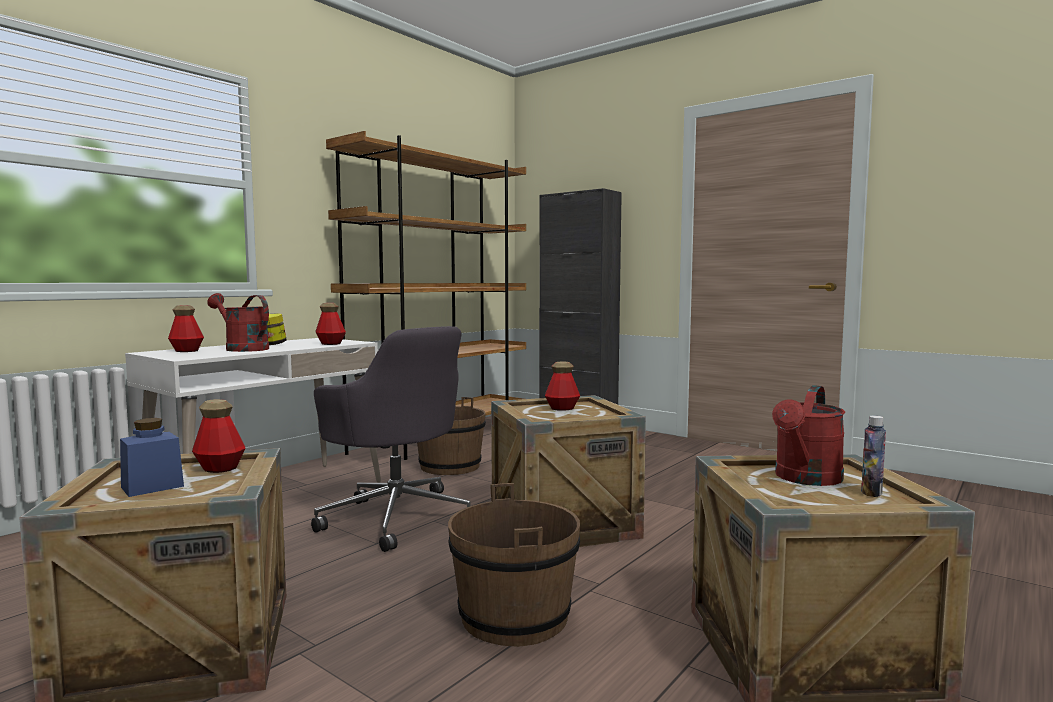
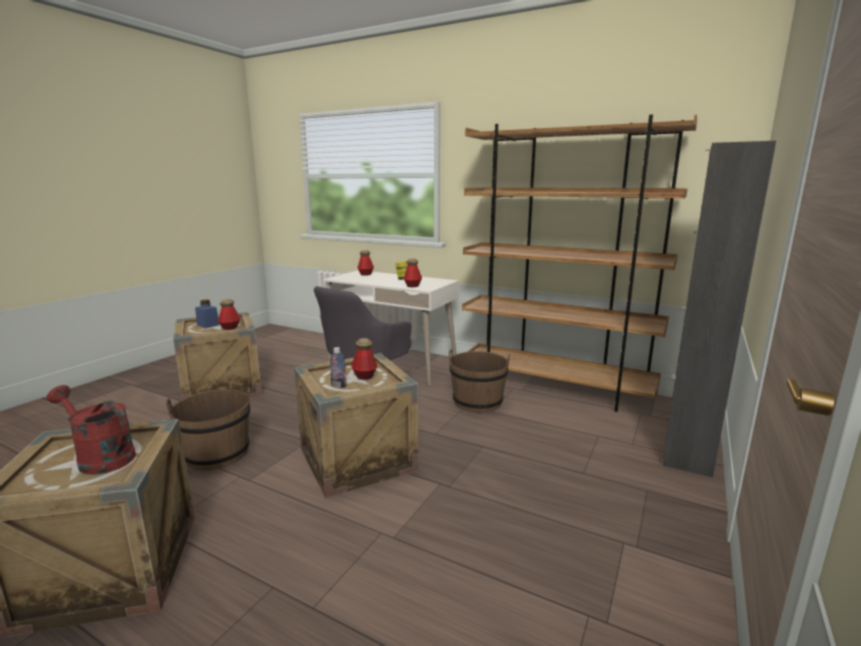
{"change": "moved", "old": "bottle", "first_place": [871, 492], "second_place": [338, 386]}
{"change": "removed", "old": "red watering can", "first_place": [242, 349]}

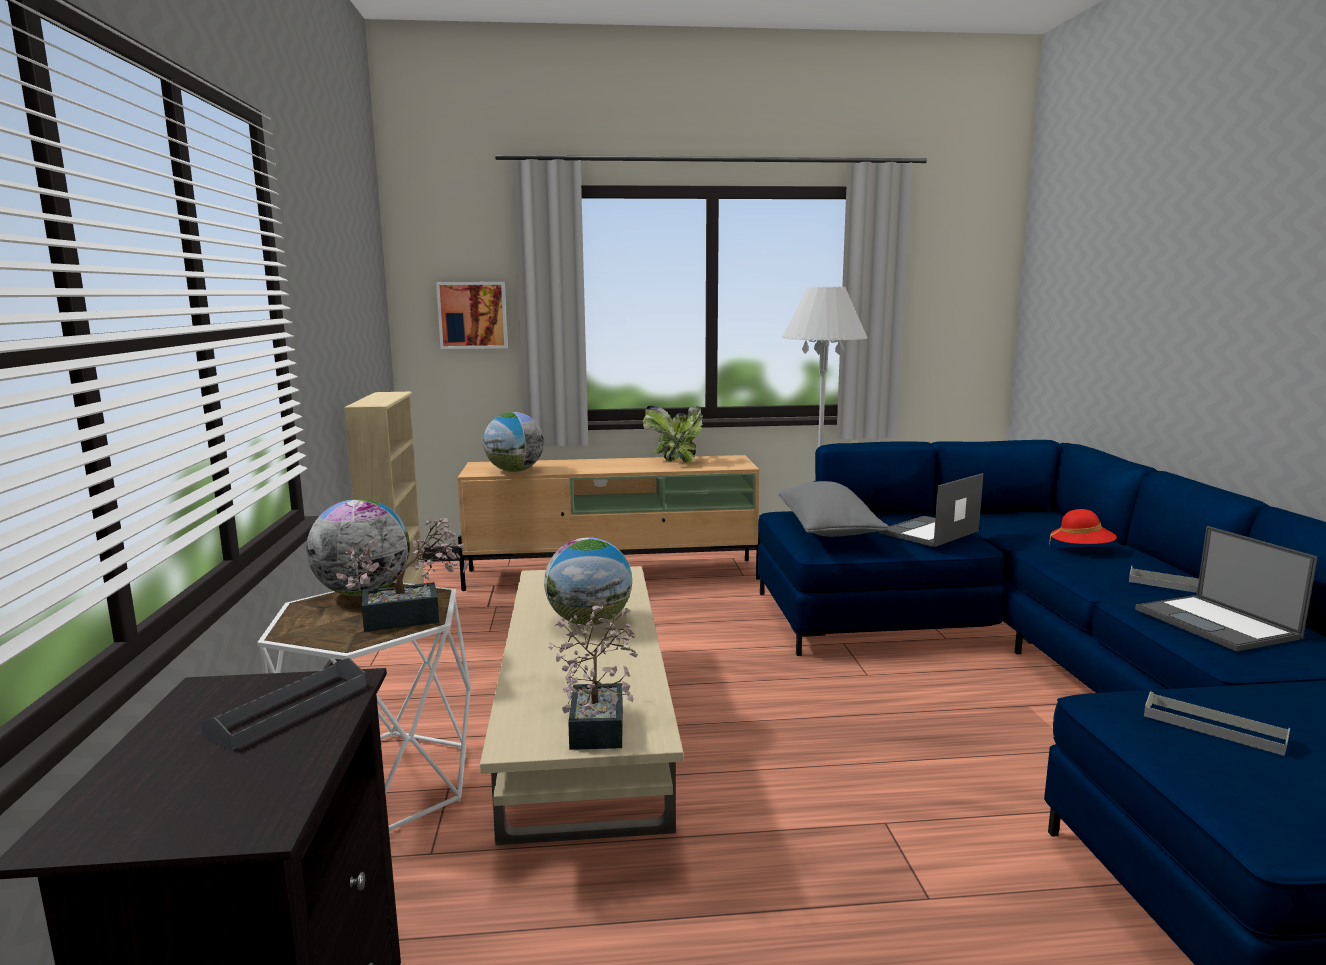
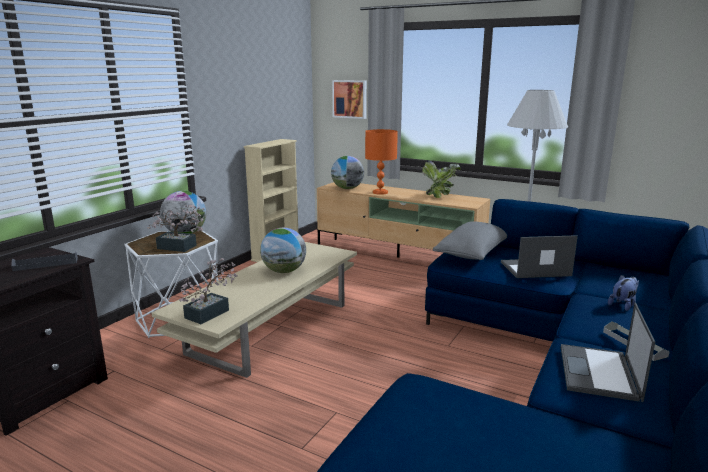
{"change": "added", "new": "orange table lamp", "second_place": [380, 192]}
{"change": "replaced", "old": "red hat", "new": "plush toy", "first_place": [1081, 550], "second_place": [623, 305]}
{"change": "removed", "old": "grey tray", "first_place": [1213, 727]}

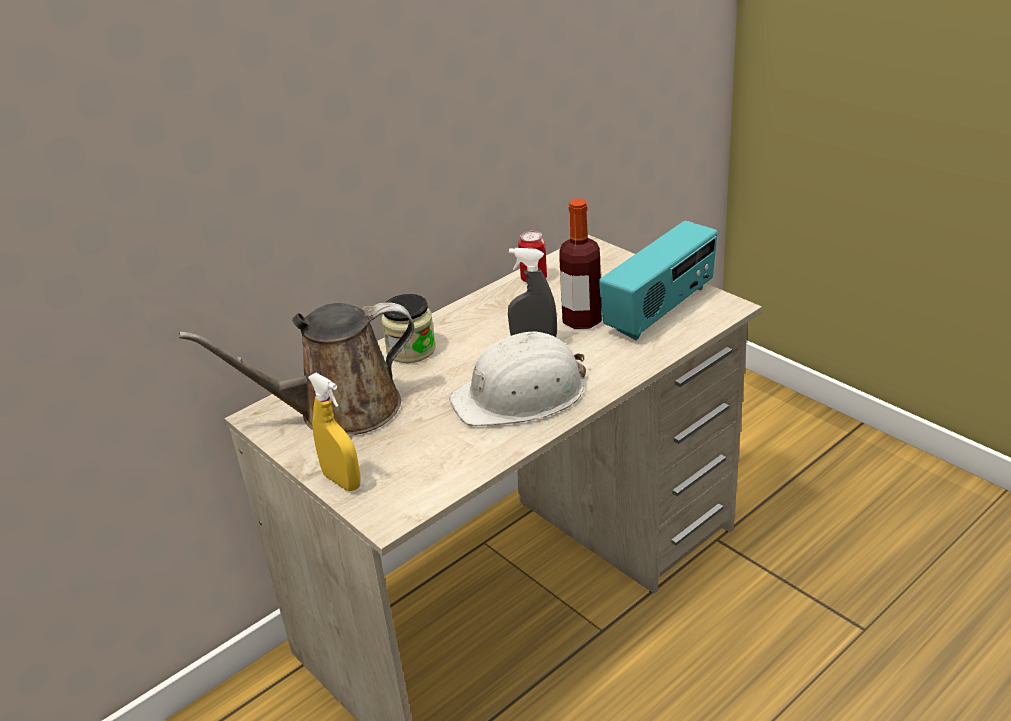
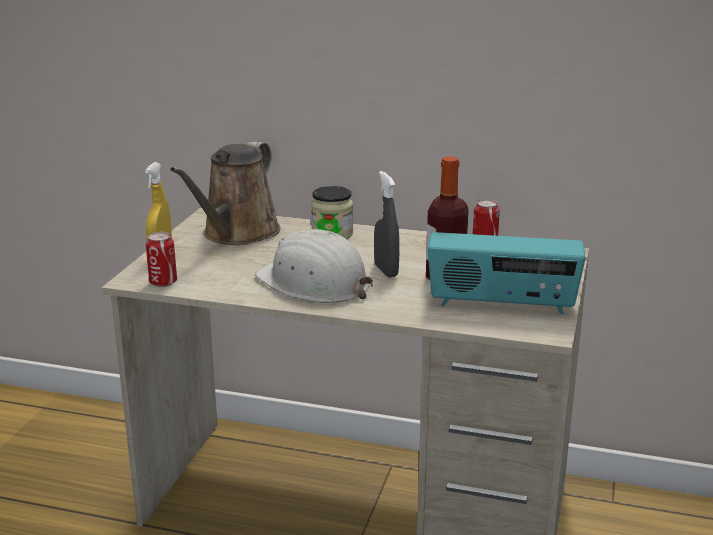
{"change": "added", "new": "can", "second_place": [163, 282]}
{"change": "turned", "old": "brown watering can", "first_place": [339, 410], "second_place": [237, 234], "degrees": -105}

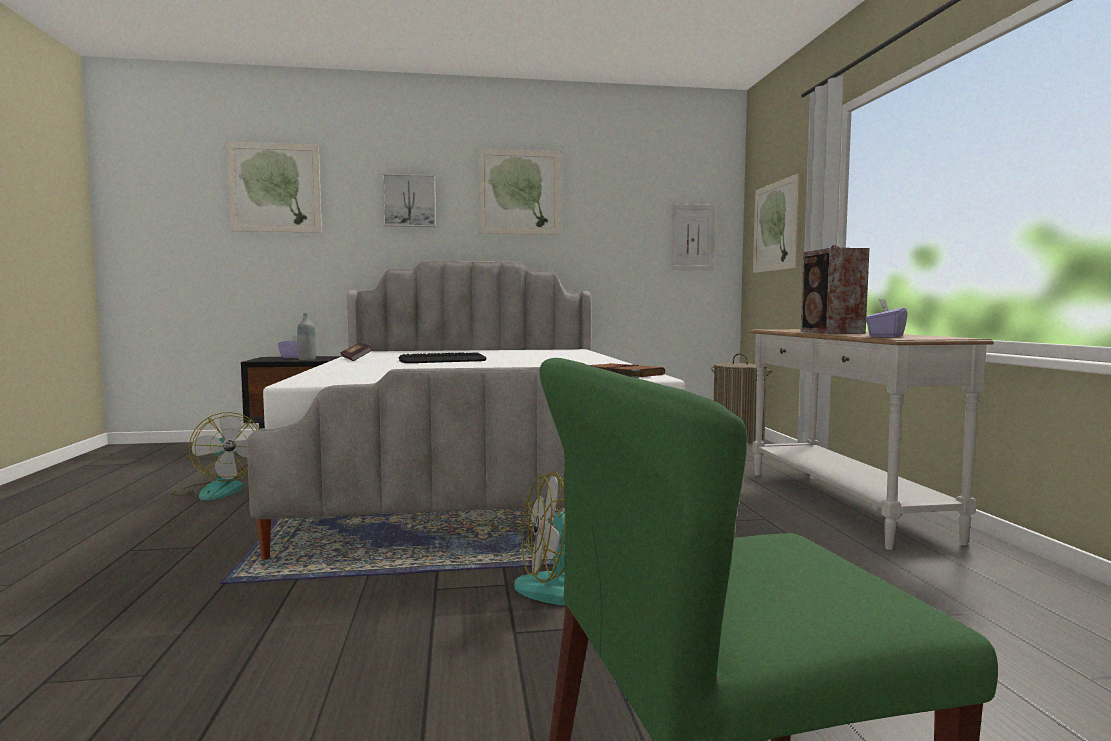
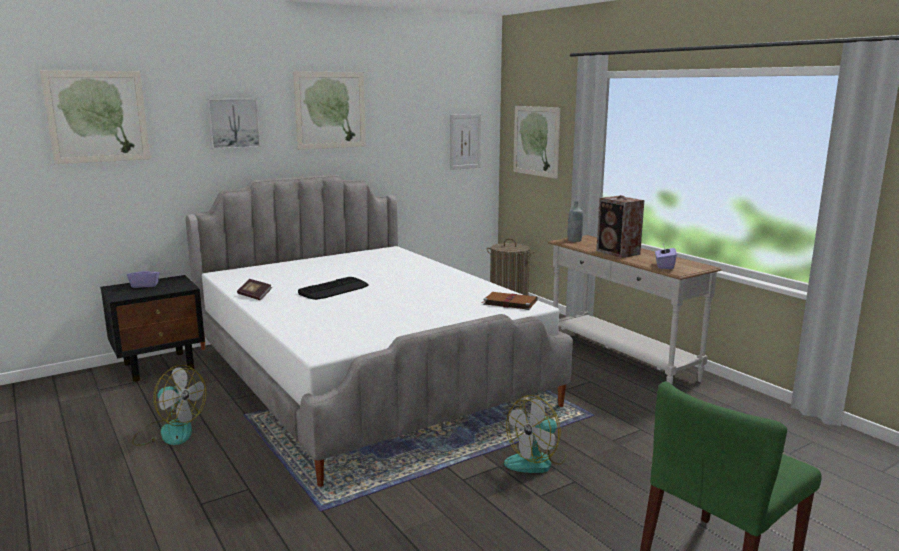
{"change": "moved", "old": "grey bottle", "first_place": [307, 359], "second_place": [574, 240]}

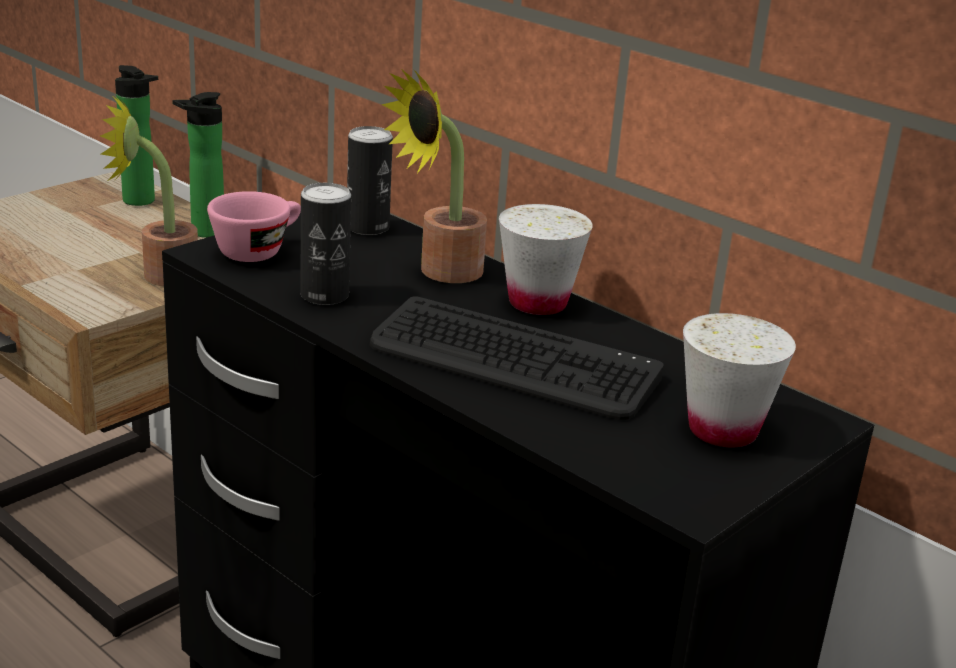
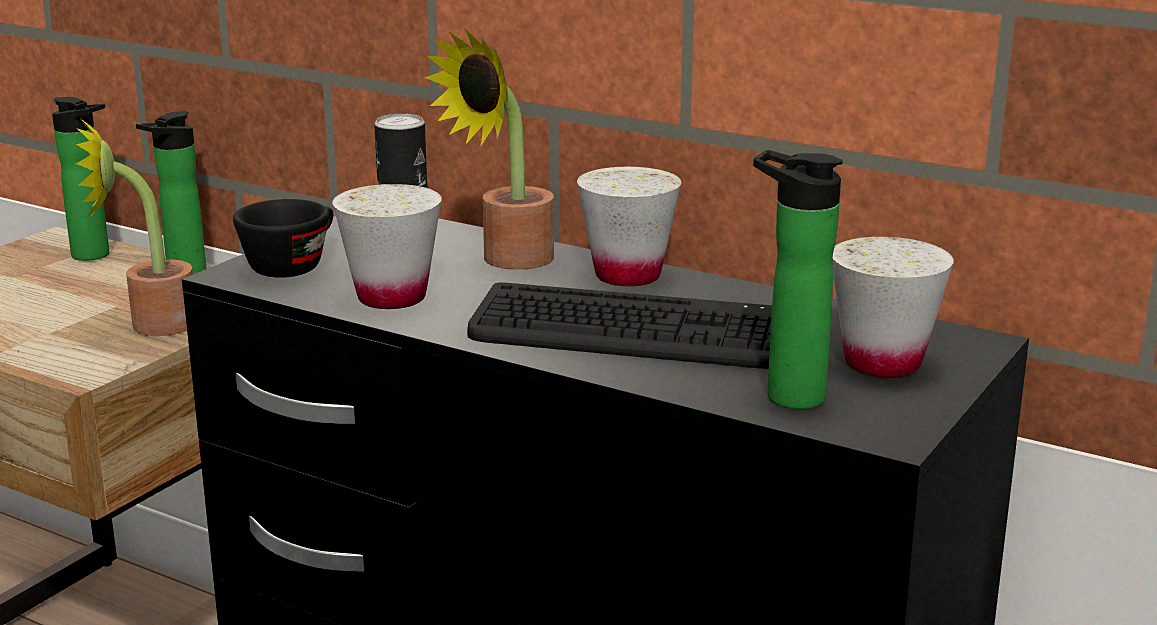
{"change": "recoloured", "old": "pink cup", "new": "black cup", "first_place": [258, 250], "second_place": [293, 265]}
{"change": "replaced", "old": "can", "new": "white cup", "first_place": [324, 295], "second_place": [392, 298]}
{"change": "added", "new": "bottle", "second_place": [786, 396]}

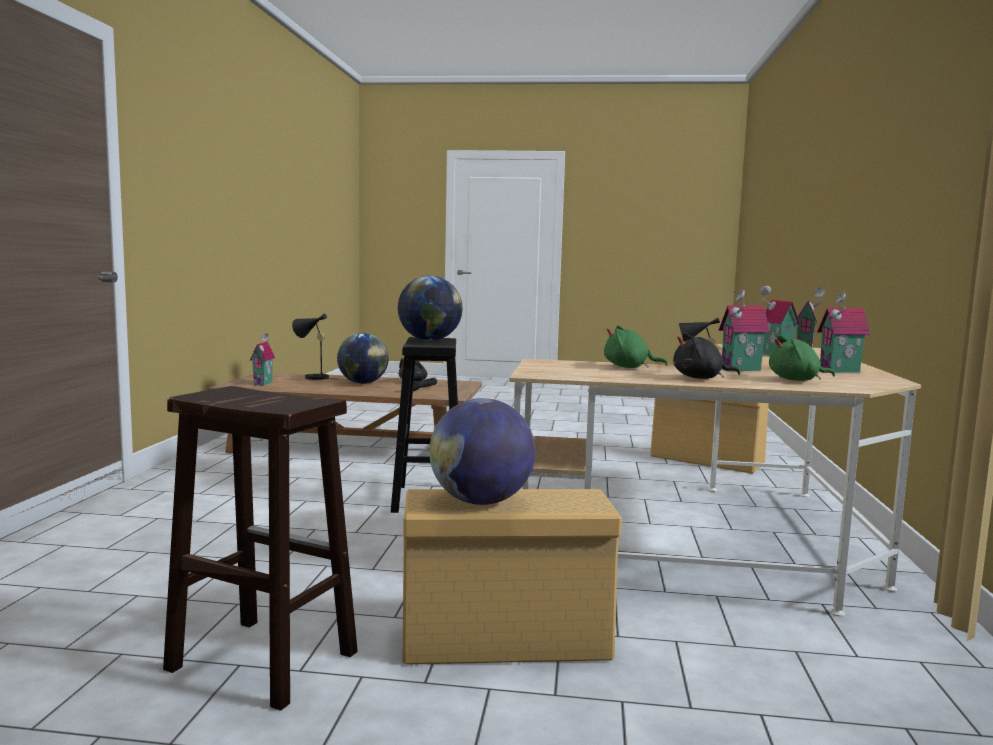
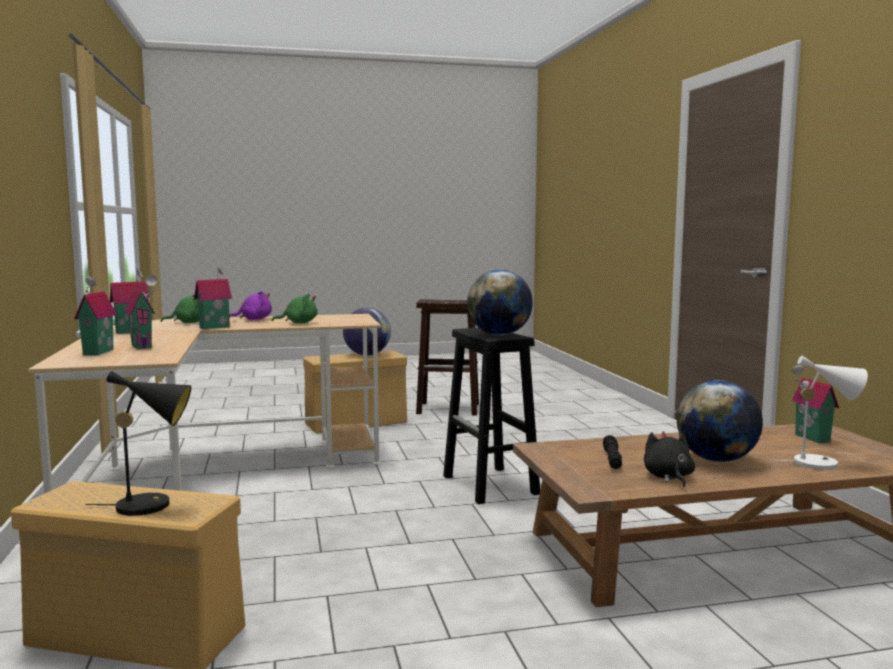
{"change": "recoloured", "old": "black plush toy", "new": "purple plush toy", "first_place": [701, 378], "second_place": [253, 319]}
{"change": "recoloured", "old": "black table lamp", "new": "white table lamp", "first_place": [313, 377], "second_place": [821, 463]}

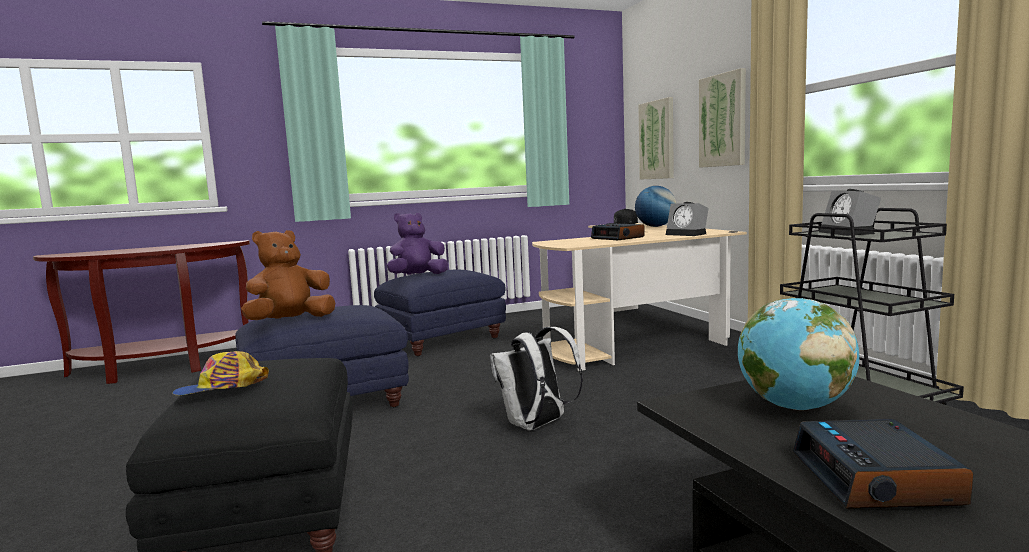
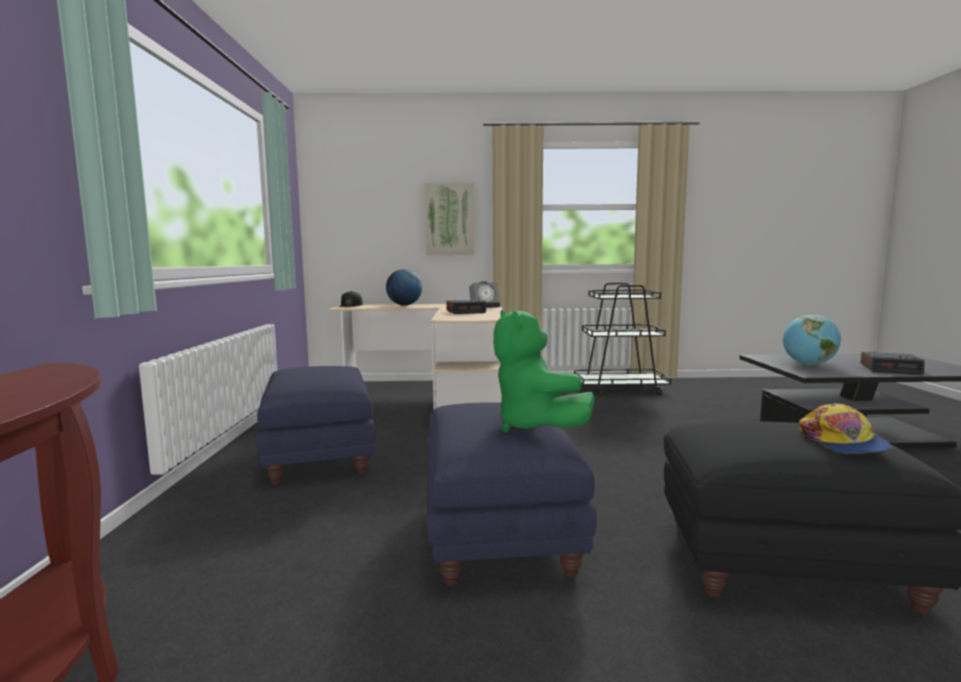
{"change": "recoloured", "old": "brown plush toy", "new": "green plush toy", "first_place": [290, 321], "second_place": [534, 427]}
{"change": "removed", "old": "purple plush toy", "first_place": [417, 276]}
{"change": "removed", "old": "white backpack", "first_place": [536, 425]}
{"change": "removed", "old": "picture", "first_place": [657, 140]}
{"change": "removed", "old": "alarm clock", "first_place": [849, 233]}

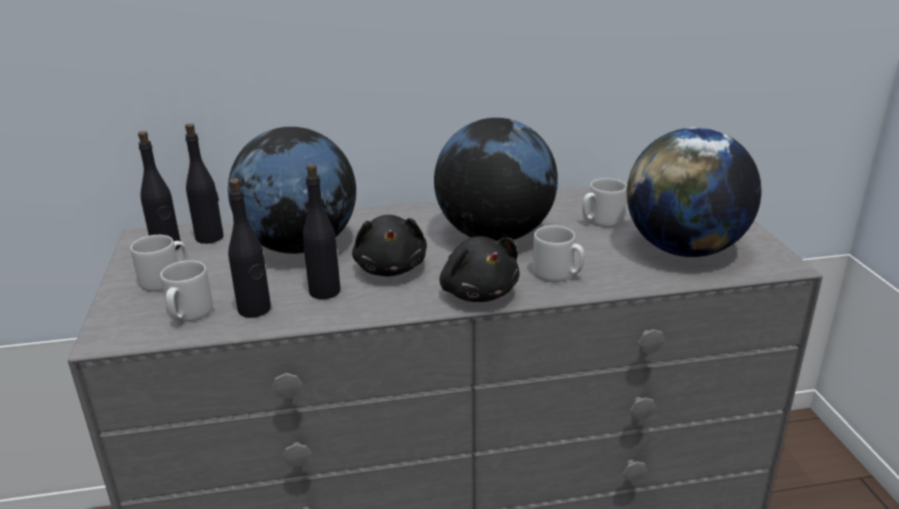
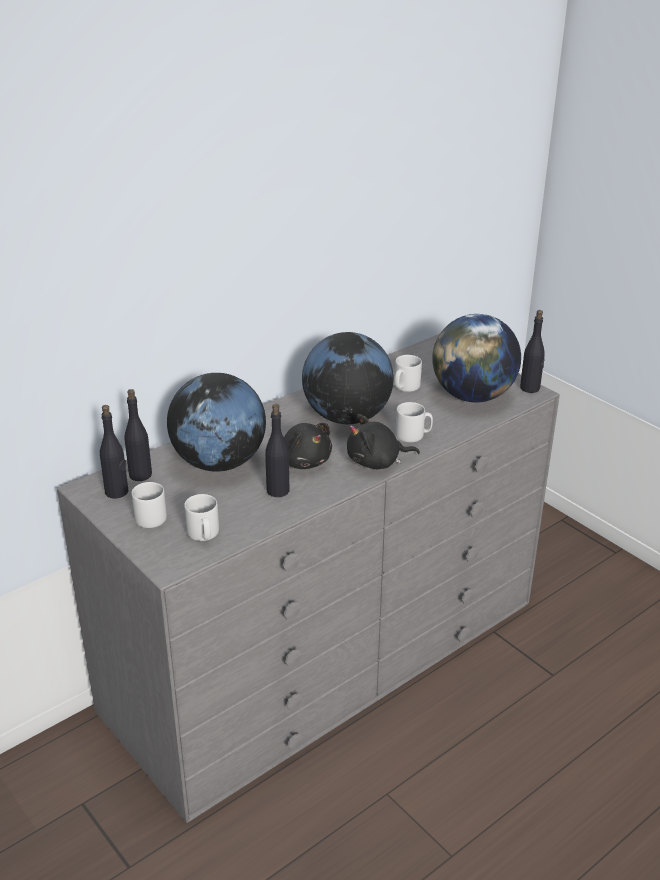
{"change": "turned", "old": "black plush toy", "first_place": [478, 292], "second_place": [377, 462], "degrees": 135}
{"change": "moved", "old": "black bottle", "first_place": [255, 309], "second_place": [530, 388]}

